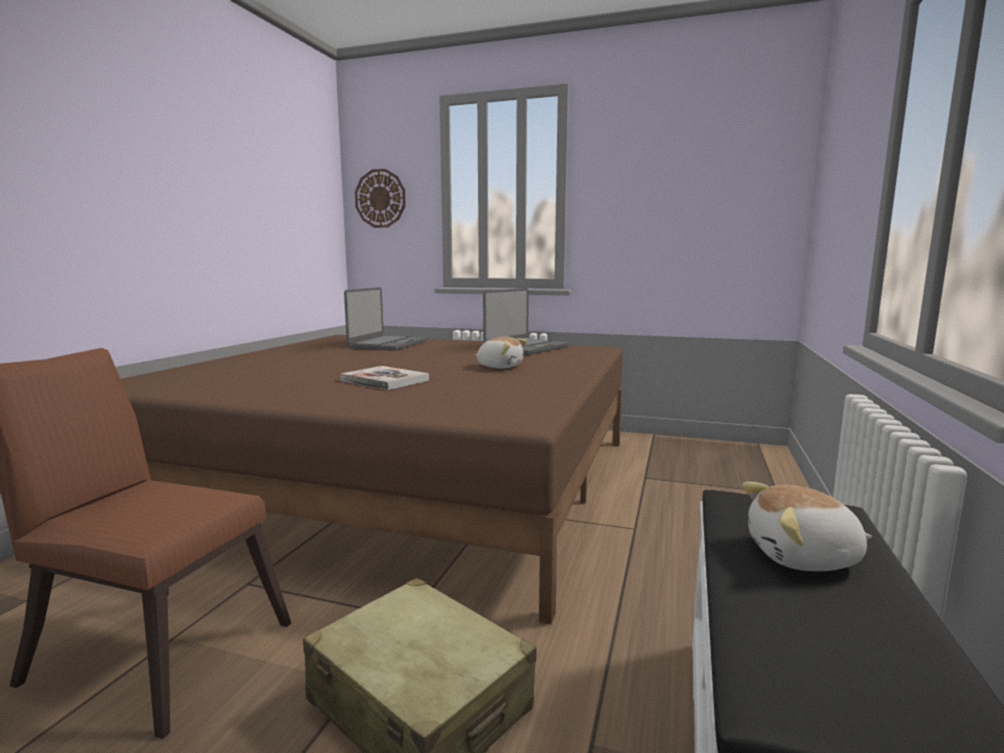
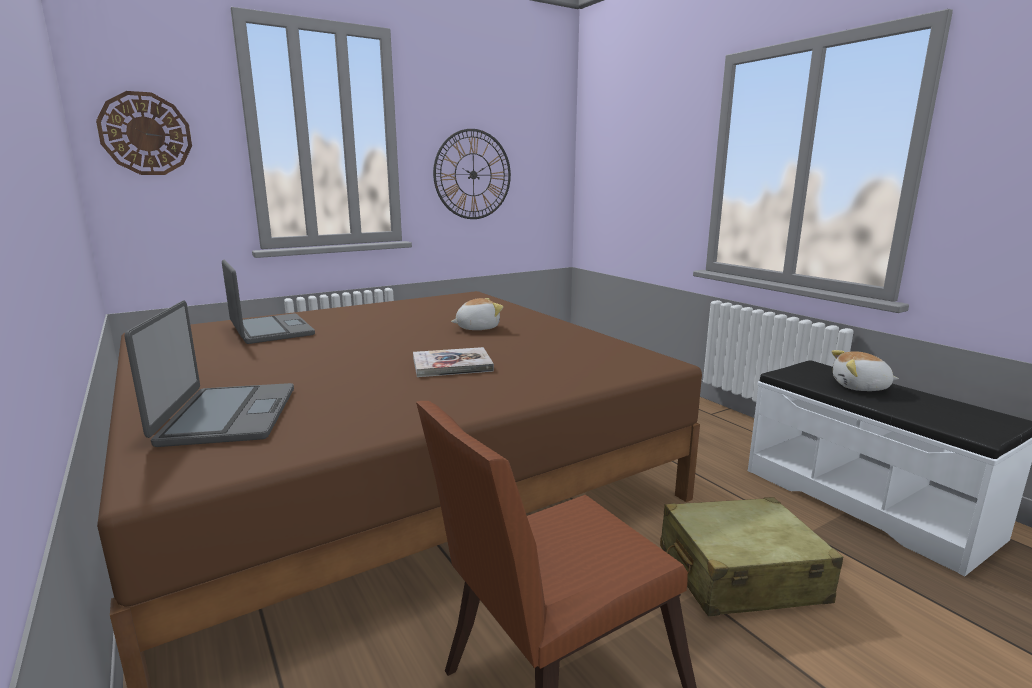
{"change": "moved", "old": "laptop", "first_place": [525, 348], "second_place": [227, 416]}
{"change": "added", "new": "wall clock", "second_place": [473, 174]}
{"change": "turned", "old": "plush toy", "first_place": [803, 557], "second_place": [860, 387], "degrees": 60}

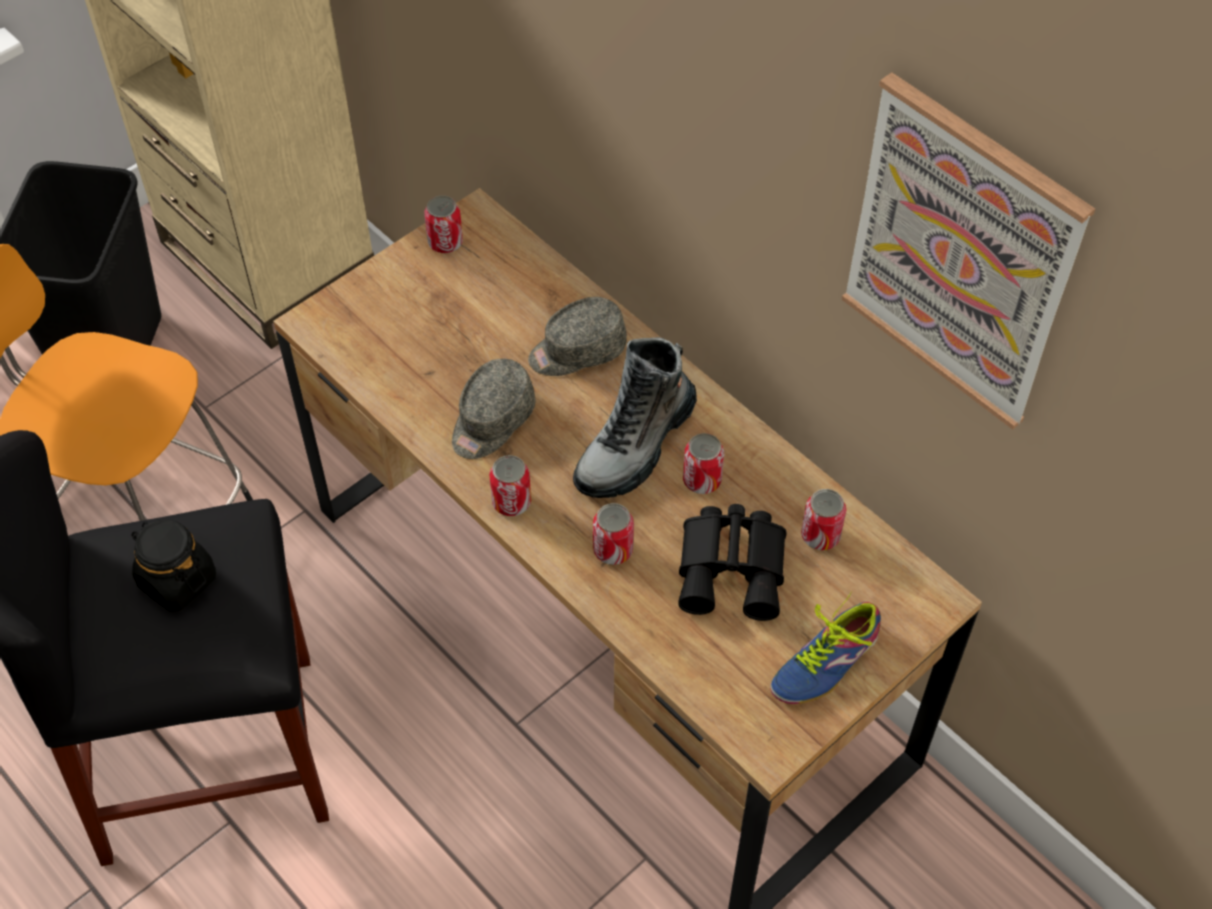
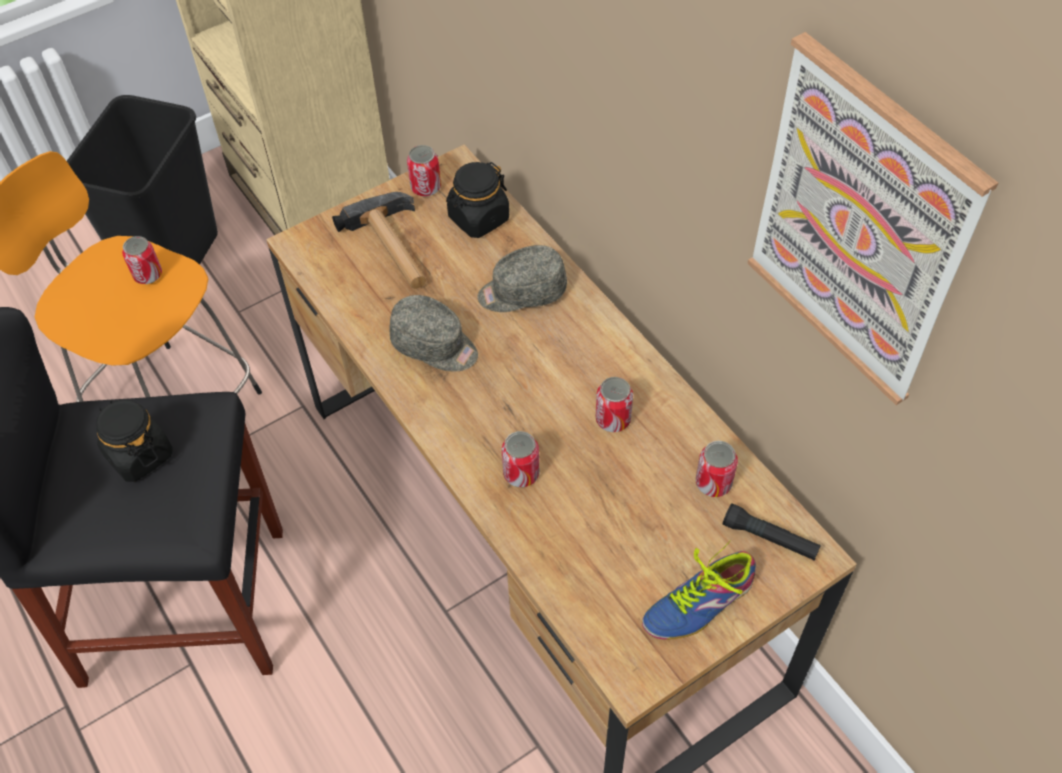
{"change": "moved", "old": "can", "first_place": [511, 502], "second_place": [148, 275]}
{"change": "added", "new": "hammer", "second_place": [394, 248]}
{"change": "turned", "old": "grey cap", "first_place": [491, 421], "second_place": [435, 346], "degrees": -105}
{"change": "added", "new": "black jar", "second_place": [478, 218]}
{"change": "added", "new": "black flashlight", "second_place": [770, 538]}
{"change": "removed", "old": "boot", "first_place": [635, 445]}
{"change": "removed", "old": "black binoculars", "first_place": [734, 568]}

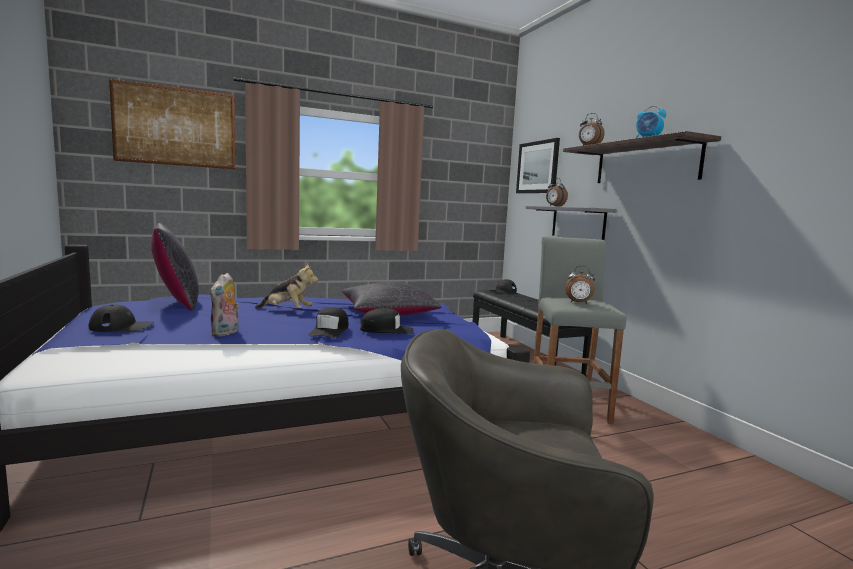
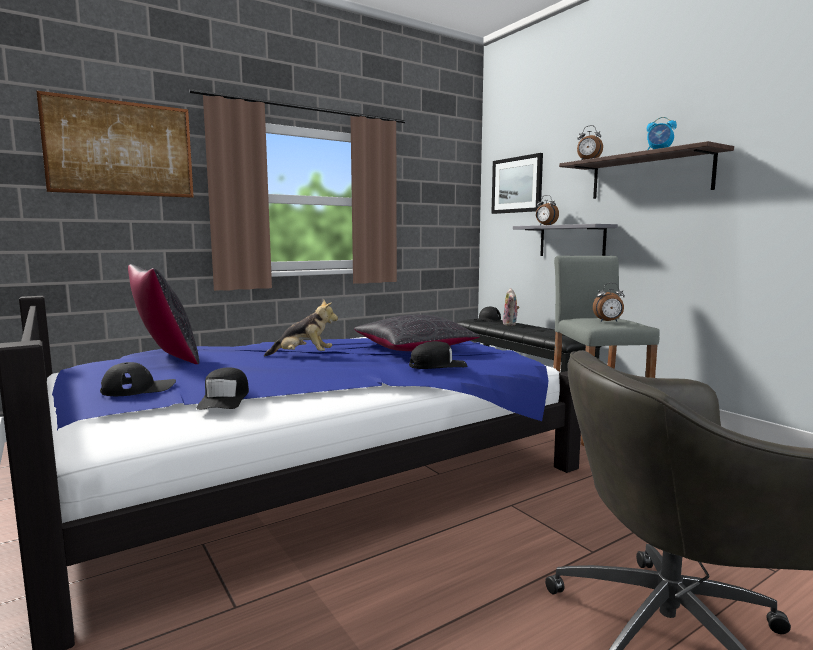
{"change": "moved", "old": "black cap", "first_place": [330, 330], "second_place": [225, 399]}
{"change": "moved", "old": "plush toy", "first_place": [225, 333], "second_place": [510, 324]}

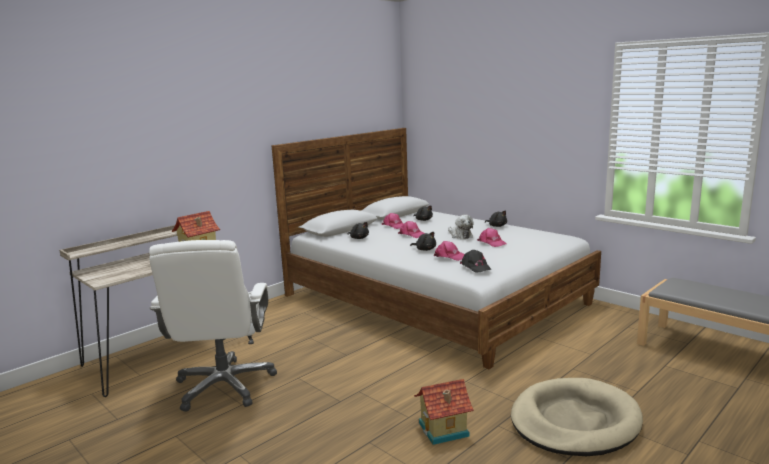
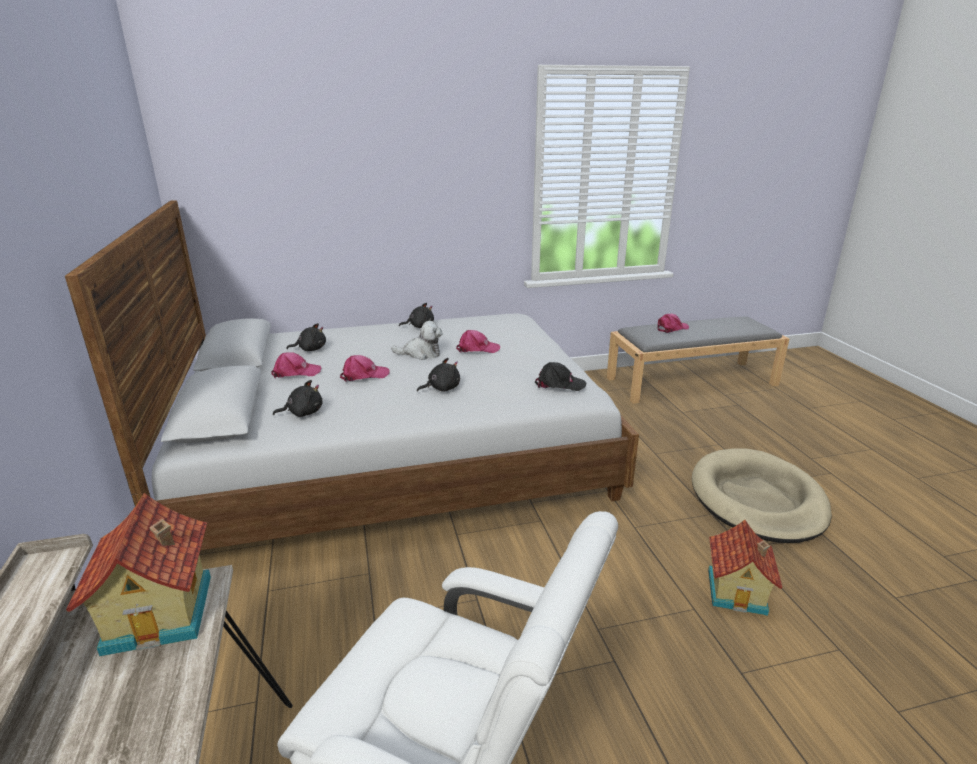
{"change": "moved", "old": "pink cap", "first_place": [450, 256], "second_place": [671, 328]}

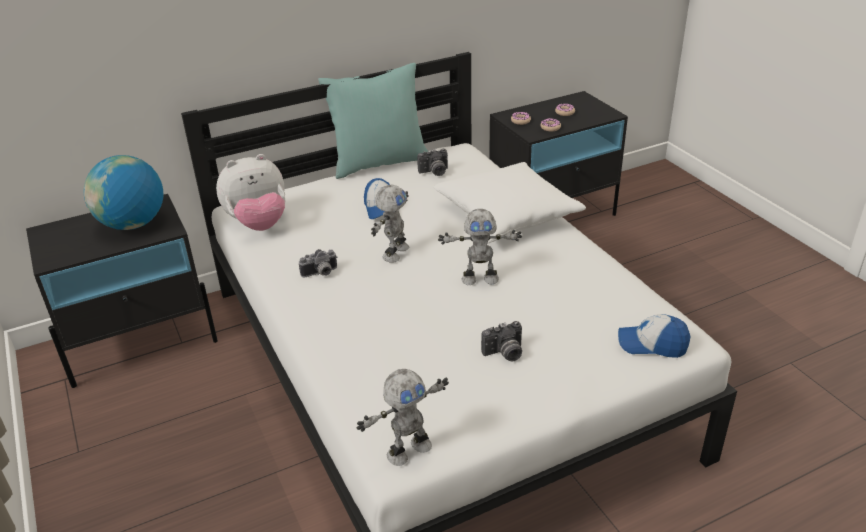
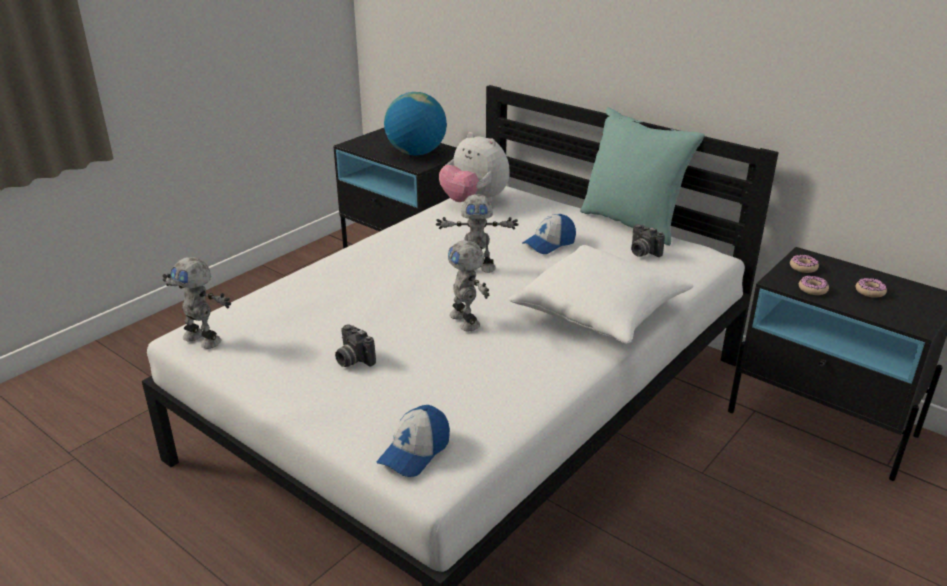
{"change": "turned", "old": "cap", "first_place": [652, 344], "second_place": [415, 452], "degrees": -135}
{"change": "removed", "old": "photo camera", "first_place": [320, 274]}

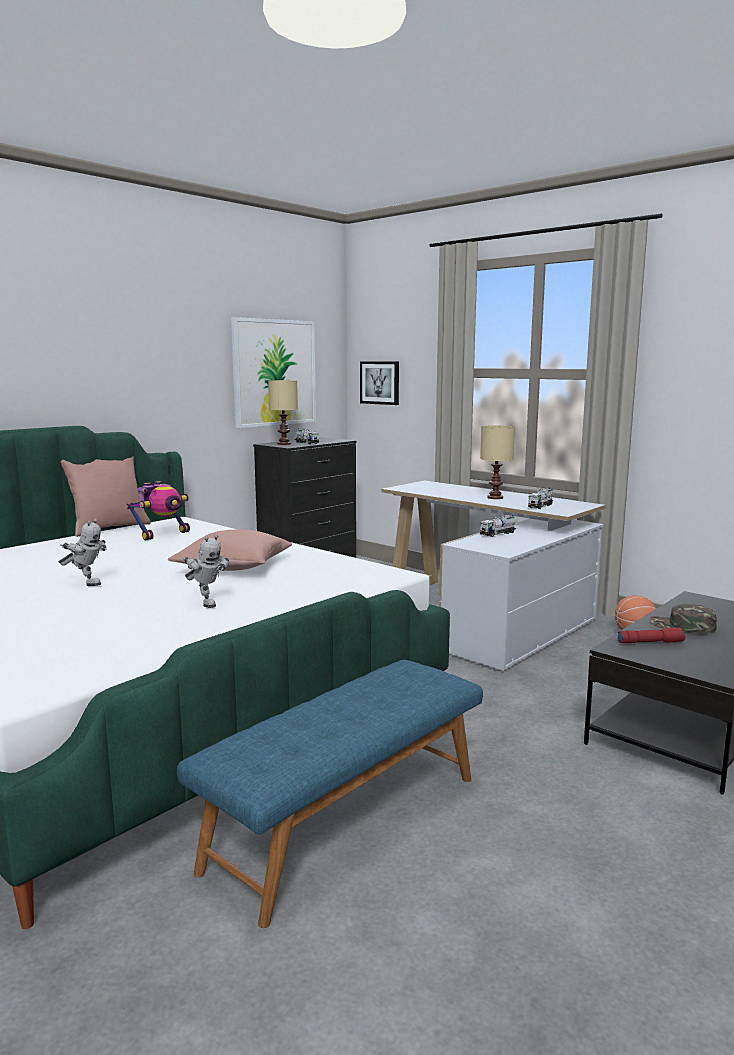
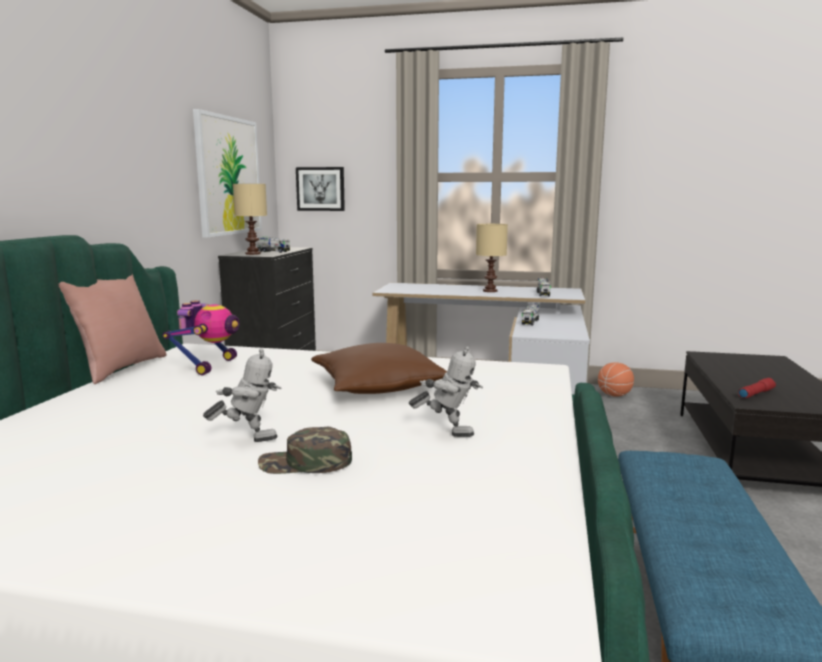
{"change": "moved", "old": "green cap", "first_place": [682, 626], "second_place": [305, 463]}
{"change": "recoloured", "old": "pink pillow", "new": "brown pillow", "first_place": [233, 567], "second_place": [378, 388]}

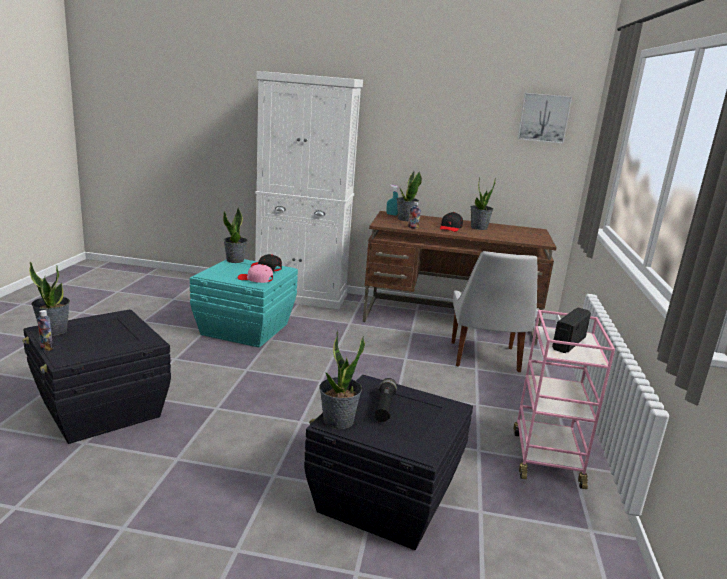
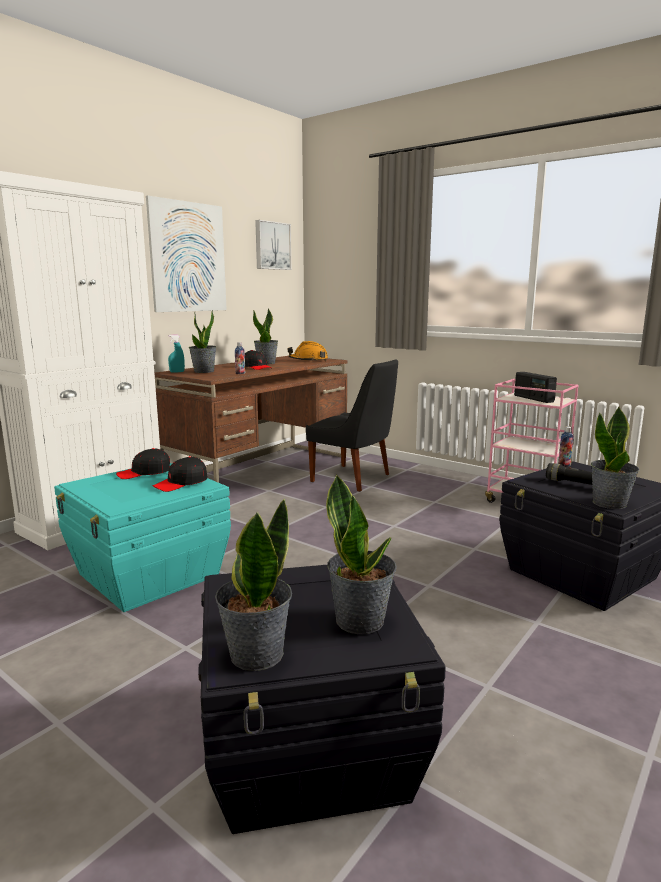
{"change": "added", "new": "picture", "second_place": [188, 257]}
{"change": "recoloured", "old": "pink cap", "new": "black cap", "first_place": [255, 279], "second_place": [181, 483]}
{"change": "added", "new": "orange hard hat", "second_place": [308, 360]}
{"change": "recoloured", "old": "white chair", "new": "black chair", "first_place": [485, 358], "second_place": [353, 478]}
{"change": "moved", "old": "potted plant", "first_place": [235, 260], "second_place": [360, 620]}
{"change": "moved", "old": "bottle", "first_place": [47, 348], "second_place": [564, 465]}

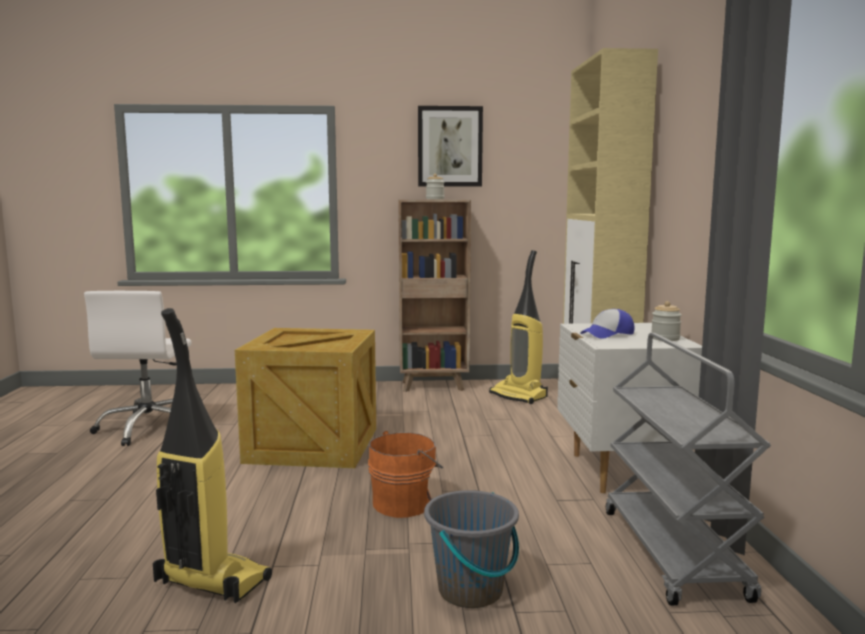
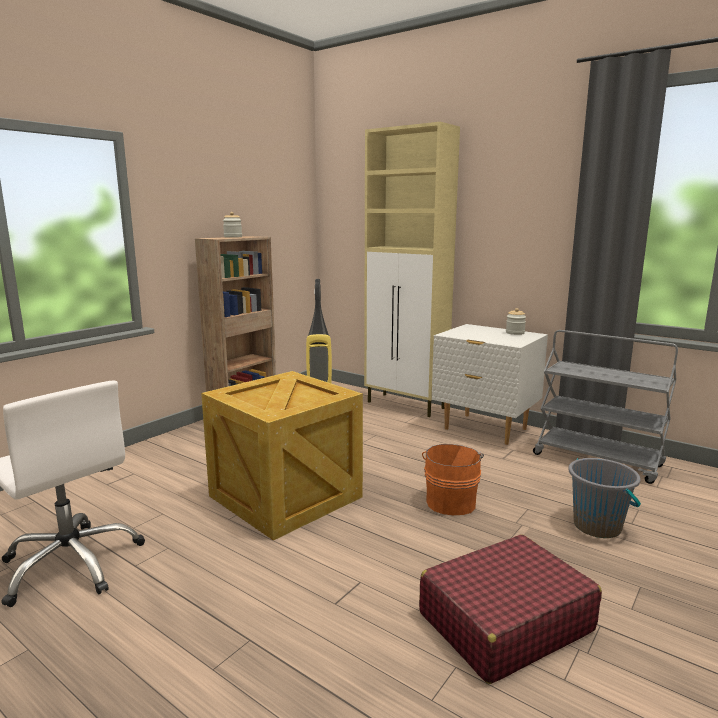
{"change": "replaced", "old": "vacuum cleaner", "new": "red suitcase", "first_place": [210, 582], "second_place": [504, 622]}
{"change": "removed", "old": "picture", "first_place": [450, 146]}
{"change": "removed", "old": "cap", "first_place": [607, 334]}

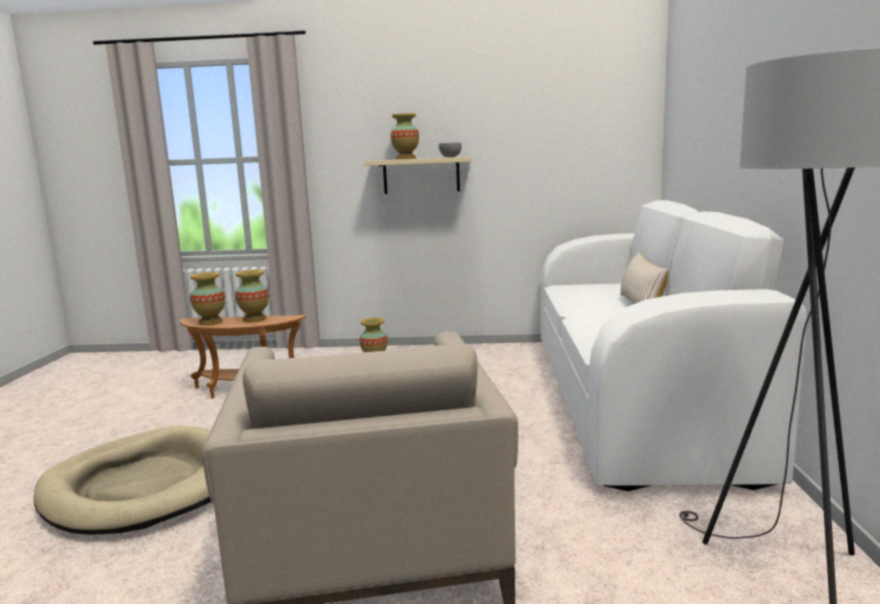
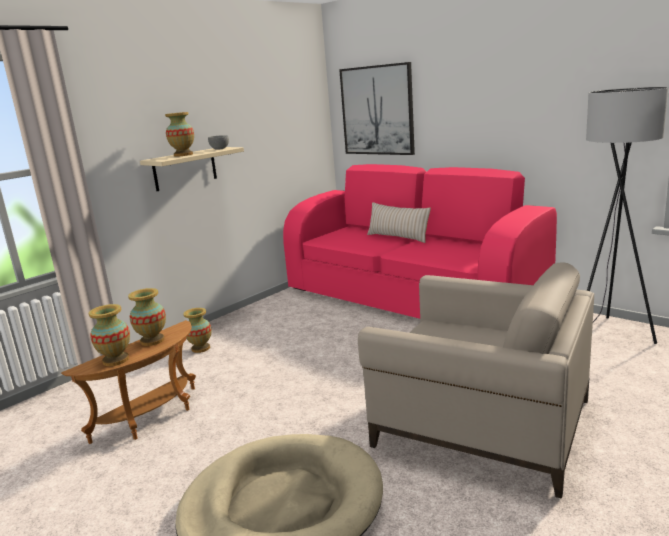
{"change": "recoloured", "old": "white sofa", "new": "pink sofa", "first_place": [631, 397], "second_place": [409, 298]}
{"change": "added", "new": "picture", "second_place": [377, 110]}

